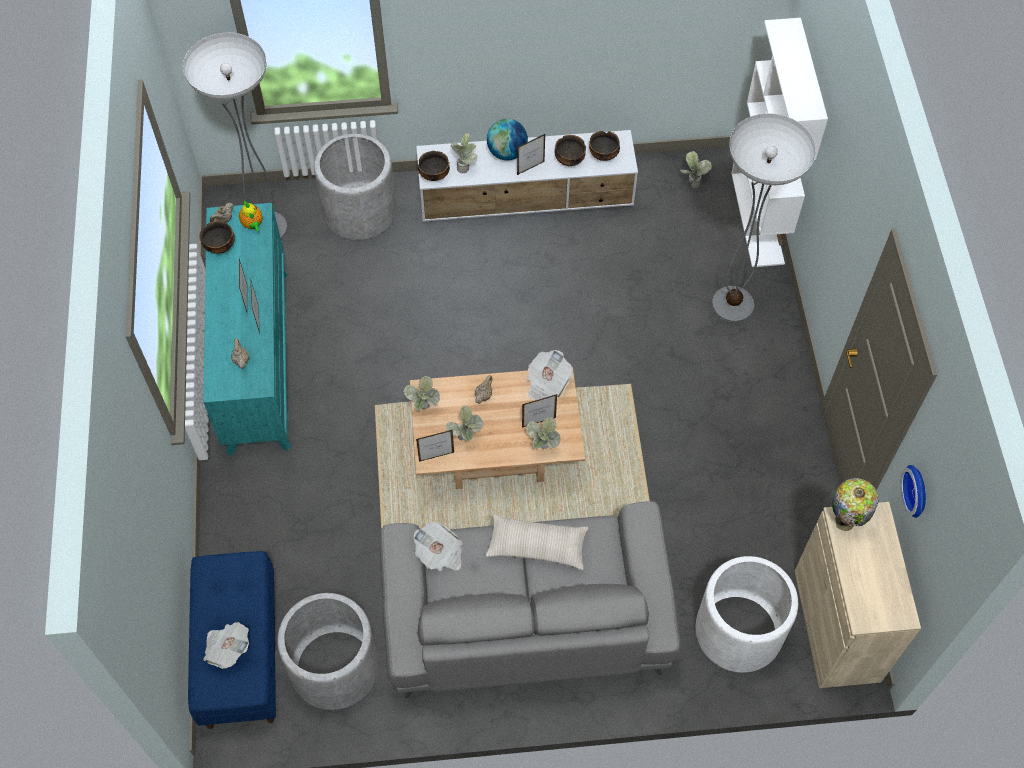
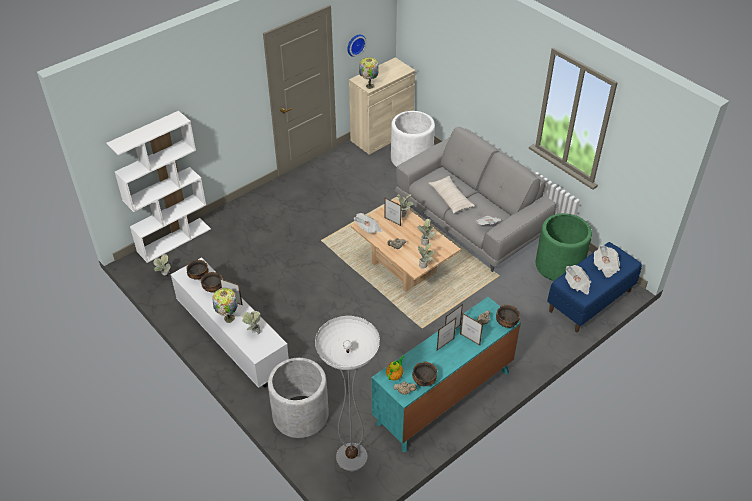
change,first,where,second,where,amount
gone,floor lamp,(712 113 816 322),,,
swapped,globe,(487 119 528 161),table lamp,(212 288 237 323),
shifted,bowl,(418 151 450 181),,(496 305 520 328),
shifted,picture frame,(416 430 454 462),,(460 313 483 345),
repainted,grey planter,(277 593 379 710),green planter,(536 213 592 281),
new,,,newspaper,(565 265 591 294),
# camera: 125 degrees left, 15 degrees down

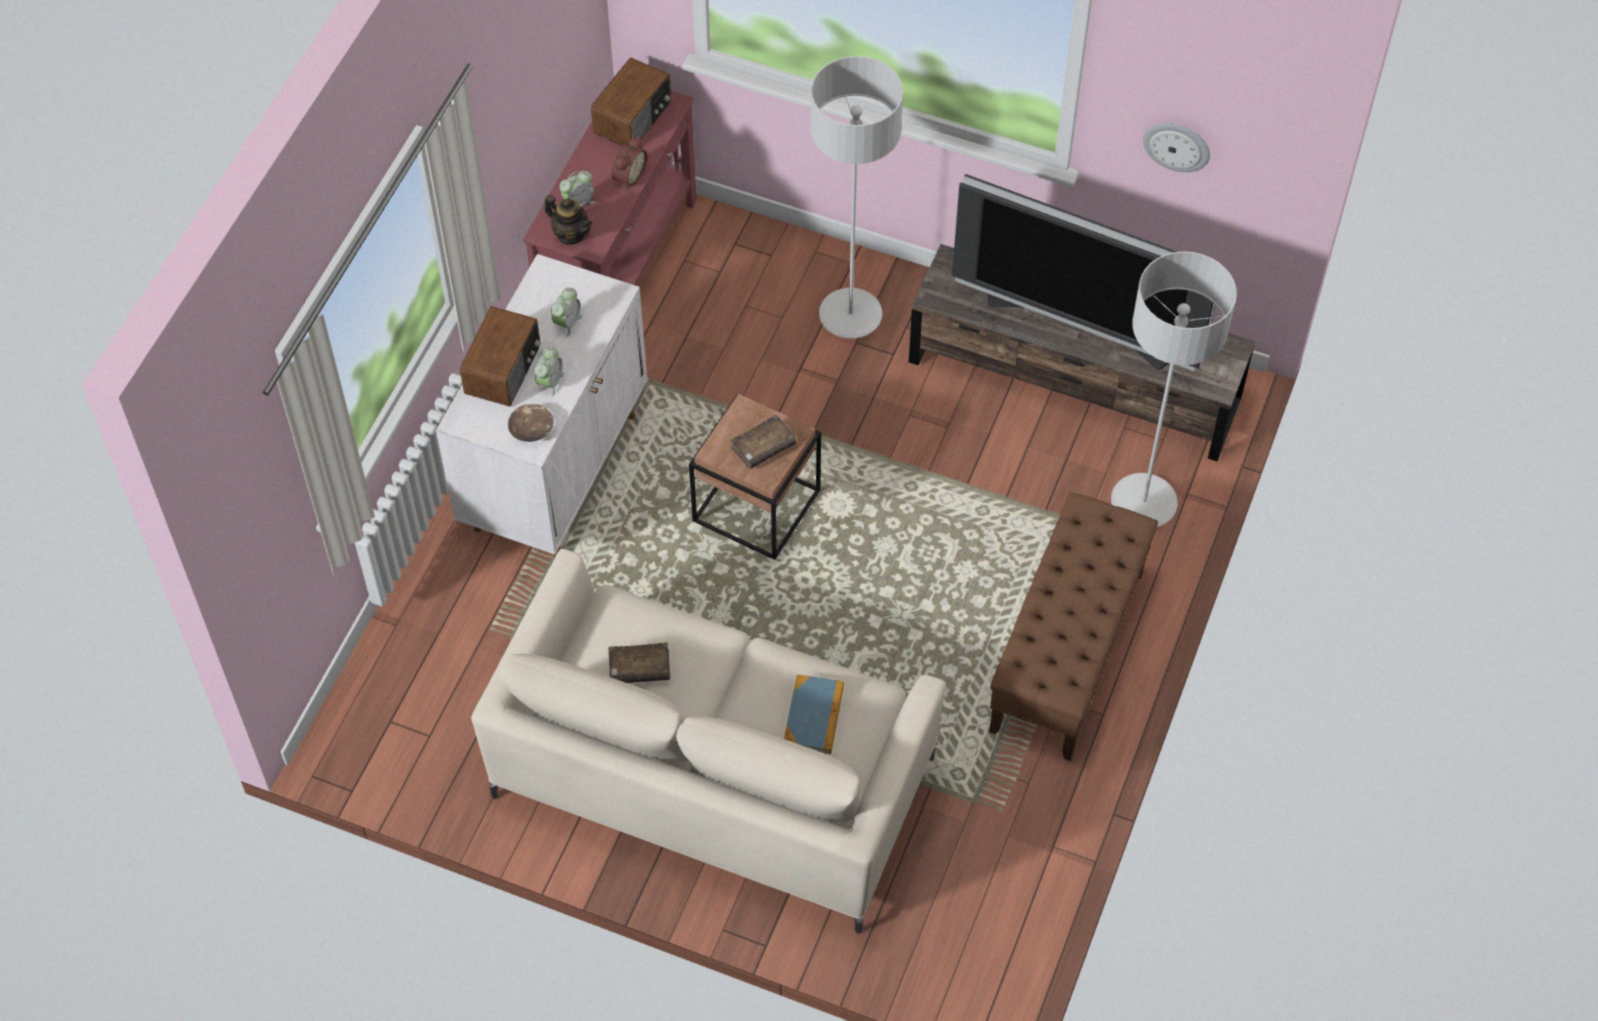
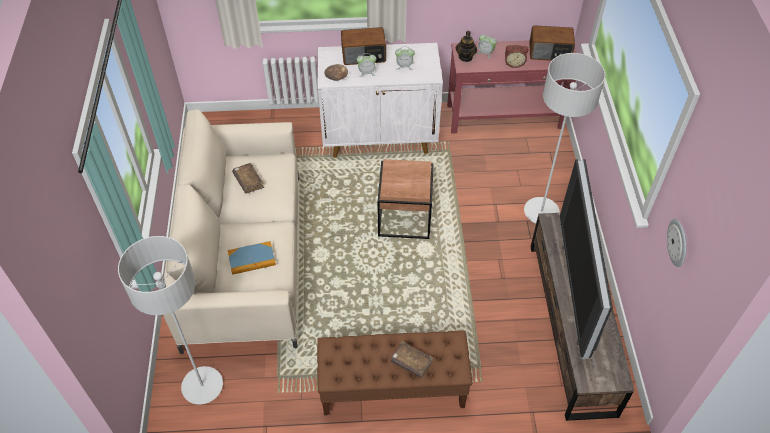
change,first,where,second,where,amount
shifted,grey floor lamp,(1111 251 1237 527),,(118 236 223 405),
shifted,brown book,(730 414 796 469),,(391 341 433 378),
# camera: 65 degrees right, 5 degrees down

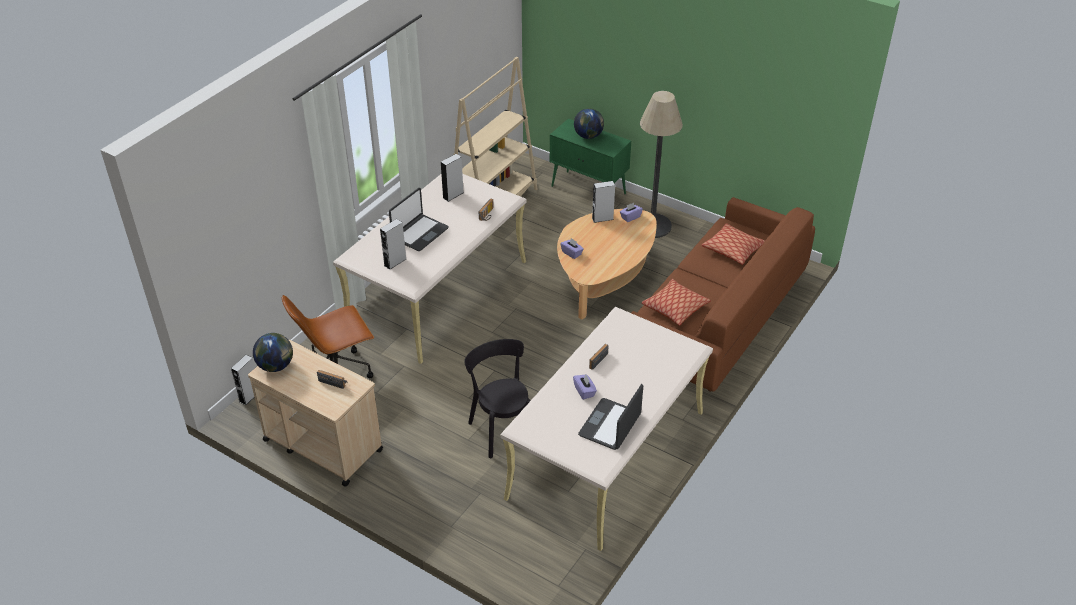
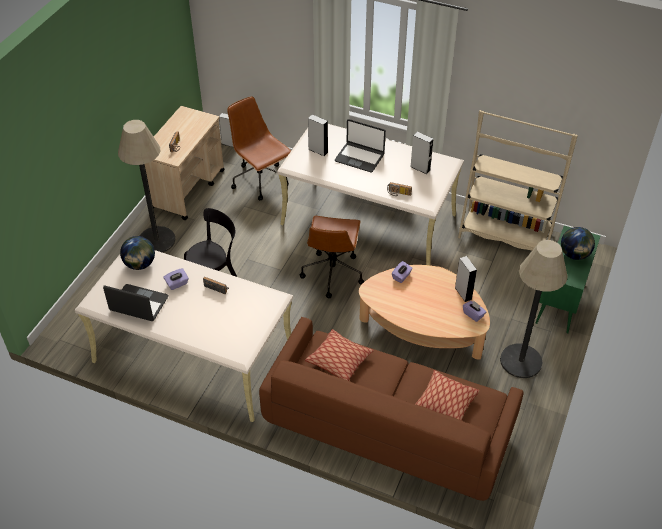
change,first,where,second,where,amount
shifted,globe,(253 333 293 372),,(120 236 155 270),
new,,,floor lamp,(118 120 175 253),
new,,,brown office chair,(300 216 364 298),
# camera: 80 degrees right, 5 degrees up

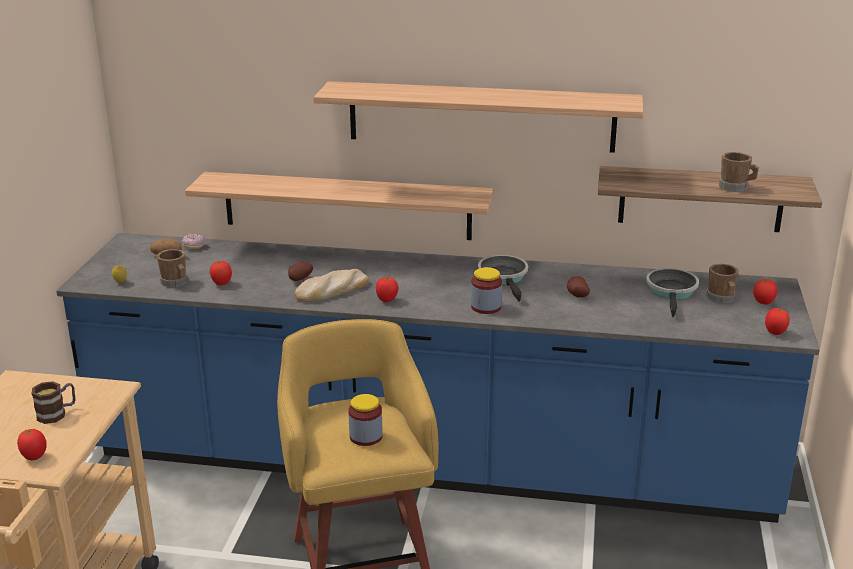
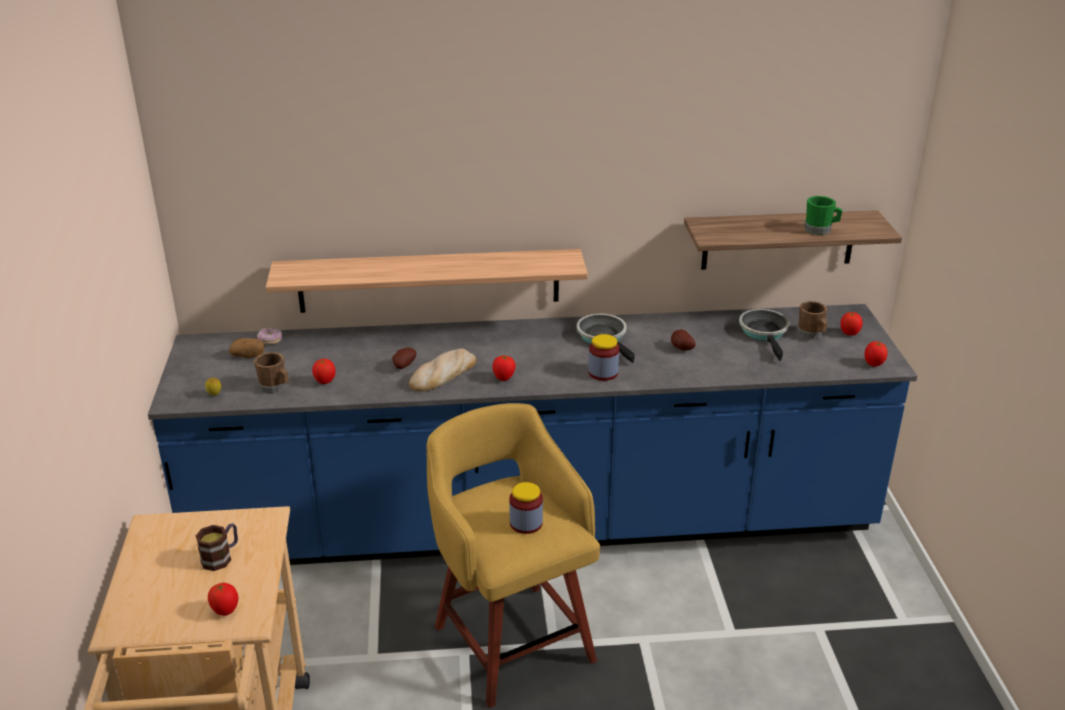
change,first,where,second,where,amount
gone,shelf,(314 81 643 153),,,
repainted,brown mug,(719 152 759 192),green mug,(804 196 842 235),
# camera: 15 degrees left, 5 degrees up

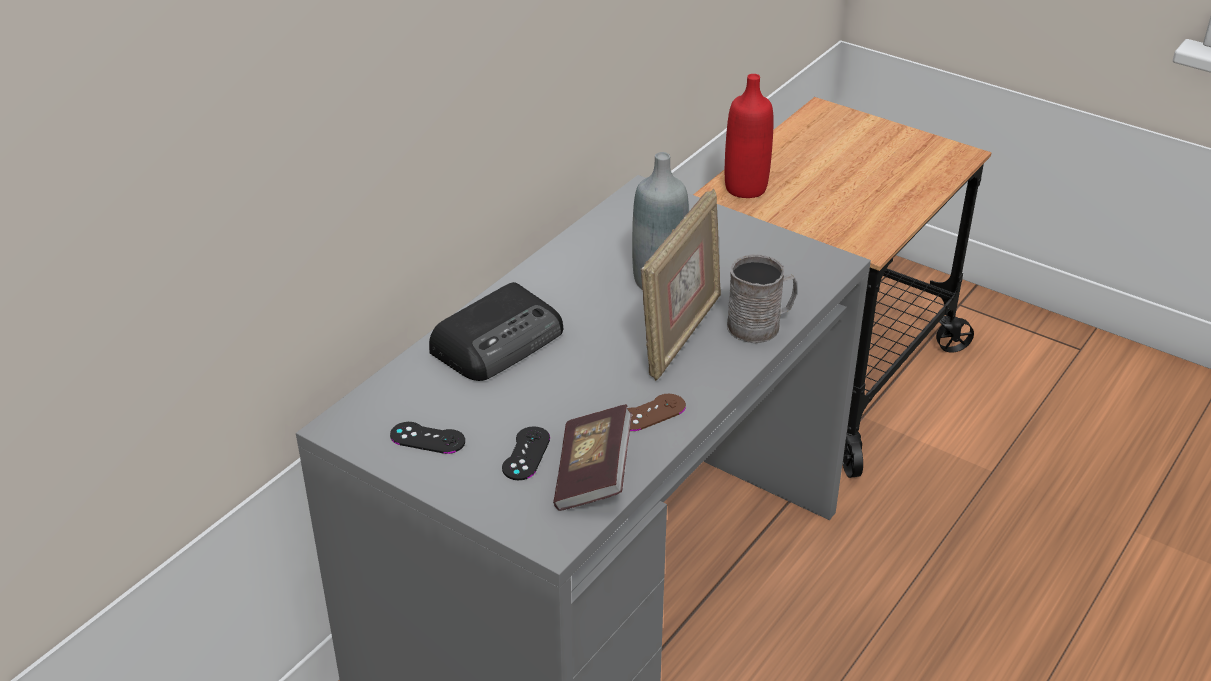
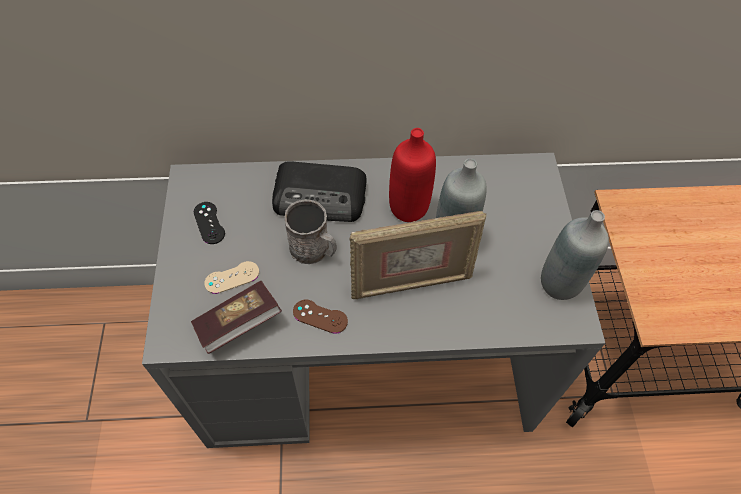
change,first,where,second,where,amount
shifted,red bottle,(725 74 774 198),,(389 128 436 222),
shifted,grey mug,(727 255 797 344),,(285 199 337 264),
repainted,black game controller,(502 426 550 480),beige game controller,(204 261 259 294),
new,,,grey bottle,(541 210 609 300),
# camera: 50 degrees right, 20 degrees up

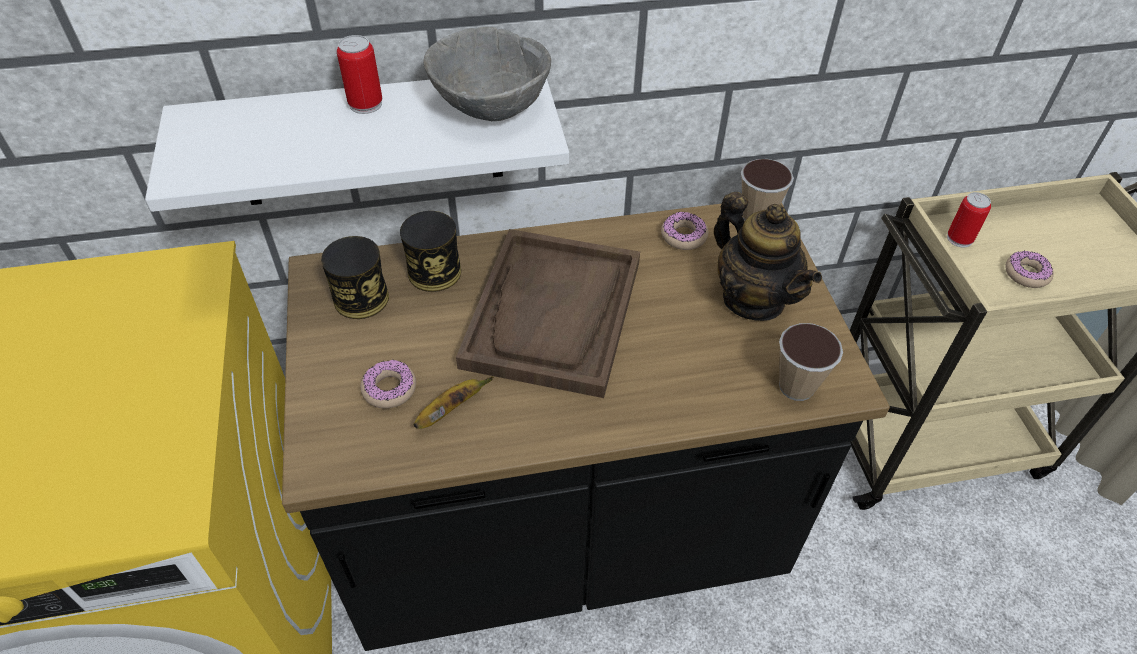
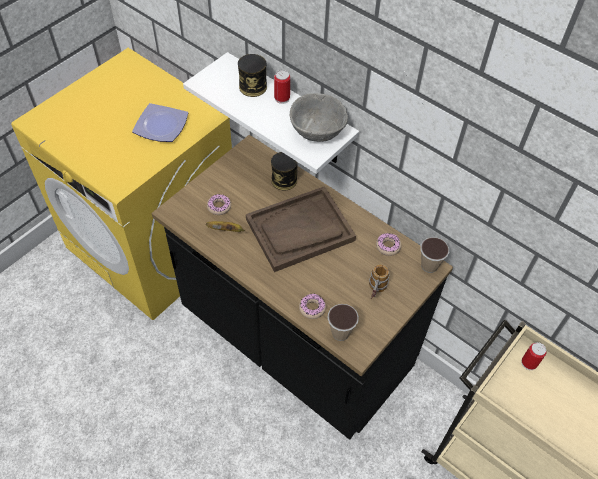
change,first,where,second,where,amount
swapped,teapot,(714 192 822 321),mug,(369 265 390 299),
shifted,can,(321 236 389 319),,(238 54 267 97),
shifted,donut,(1005 251 1054 288),,(299 294 326 319),
new,,,plate,(132 103 188 142),
# camera: 50 degrees right, 5 degrees up

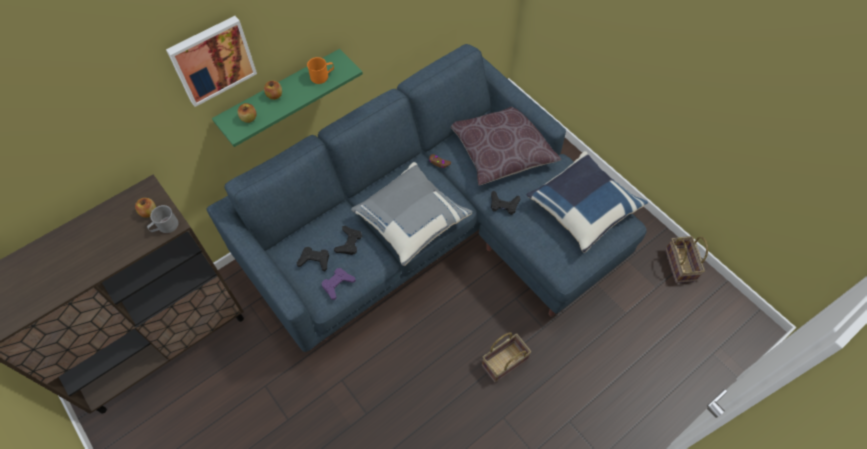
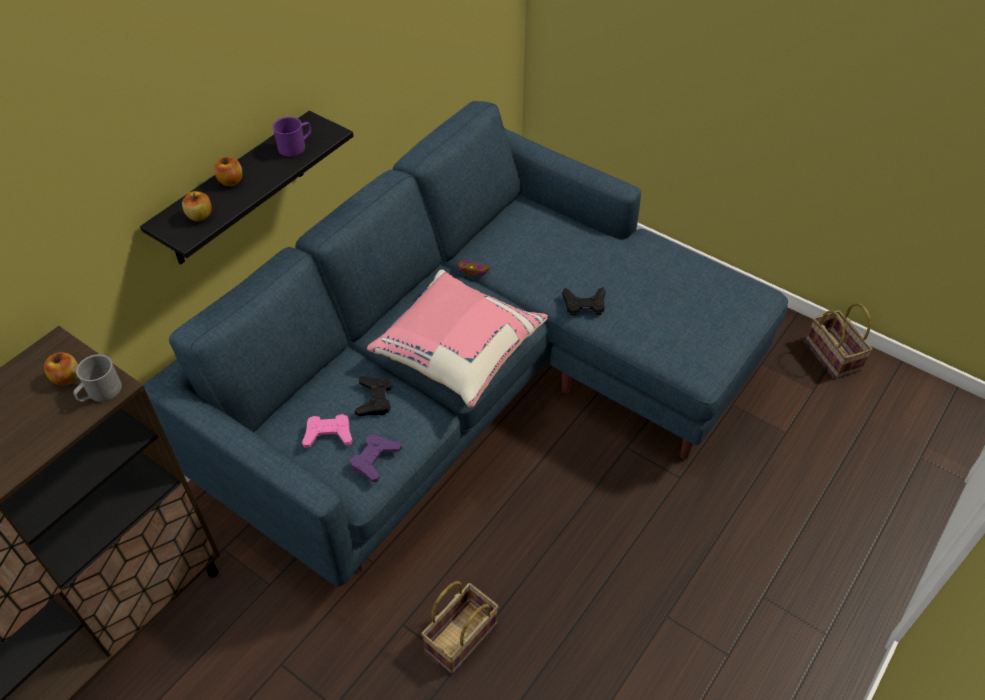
change,first,where,second,where,amount
gone,picture,(166 16 257 107),,,
repainted,green shelf,(212 49 363 147),black shelf,(140 111 354 264),
repainted,orange mug,(307 57 334 84),purple mug,(273 117 312 157),
gone,brown pillow,(451 107 561 186),,,
gone,blue pillow,(527 151 648 253),,,
repainted,grey pillow,(351 162 472 266),pink pillow,(367 270 548 407),
repainted,black game controller,(297 247 329 271),pink game controller,(302 414 353 448),
shifted,basket,(482 332 531 383),,(421 581 499 674),
# camera: 15 degrees left, 10 degrees down

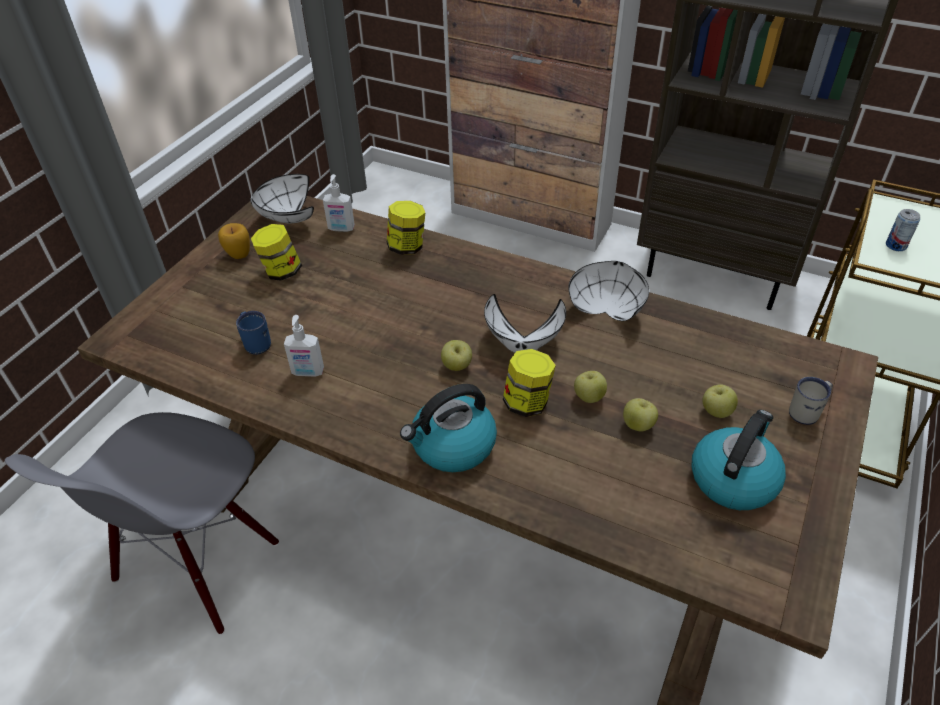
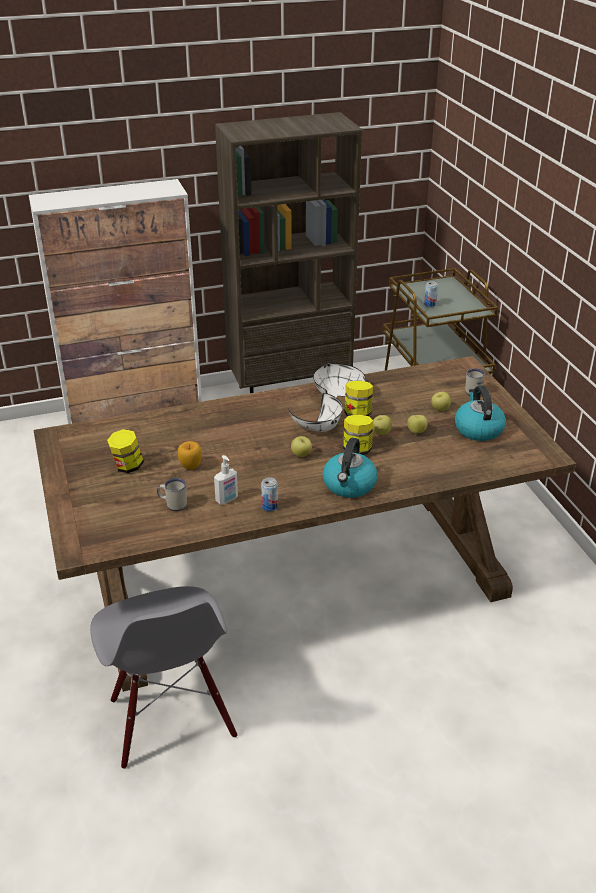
change,first,where,second,where,amount
gone,white bowl,(250 174 314 223),,,
gone,soap dispenser,(323 174 355 232),,,
shifted,jar,(387 201 425 255),,(344 380 373 417),
shifted,apple,(218 223 250 259),,(178 441 202 469),
repainted,blue mug,(236 311 271 355),white mug,(157 478 187 511),
new,,,can,(261 477 278 511),
# camera: 45 degrees left, 10 degrees down

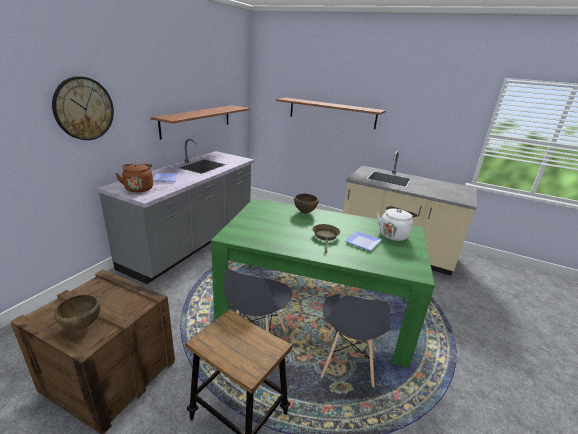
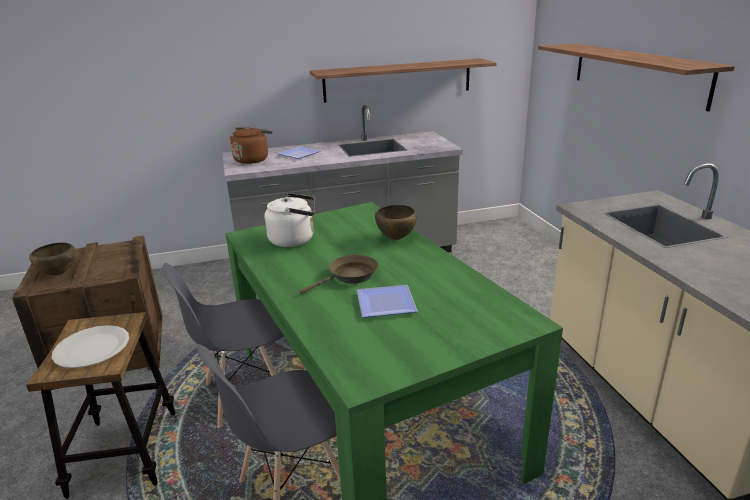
change,first,where,second,where,amount
gone,wall clock,(52 76 114 140),,,
shifted,white kettle,(377 206 418 241),,(264 193 315 247),
new,,,white plate,(52 325 129 368),
# camera: 50 degrees right, 0 degrees up

